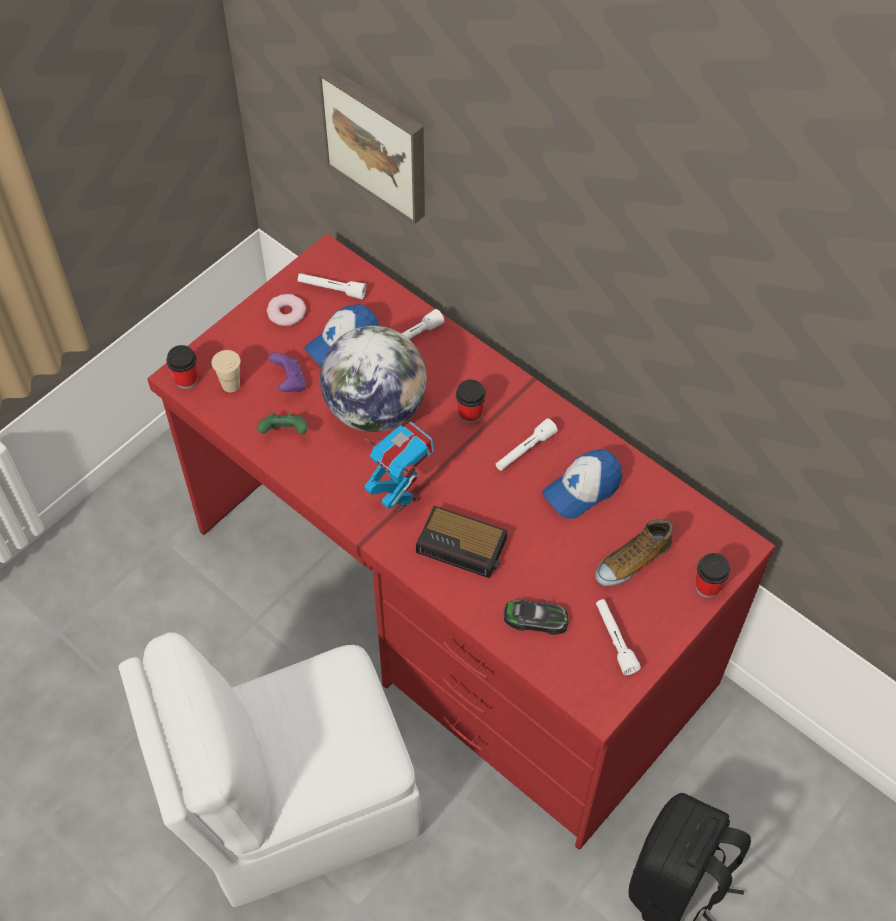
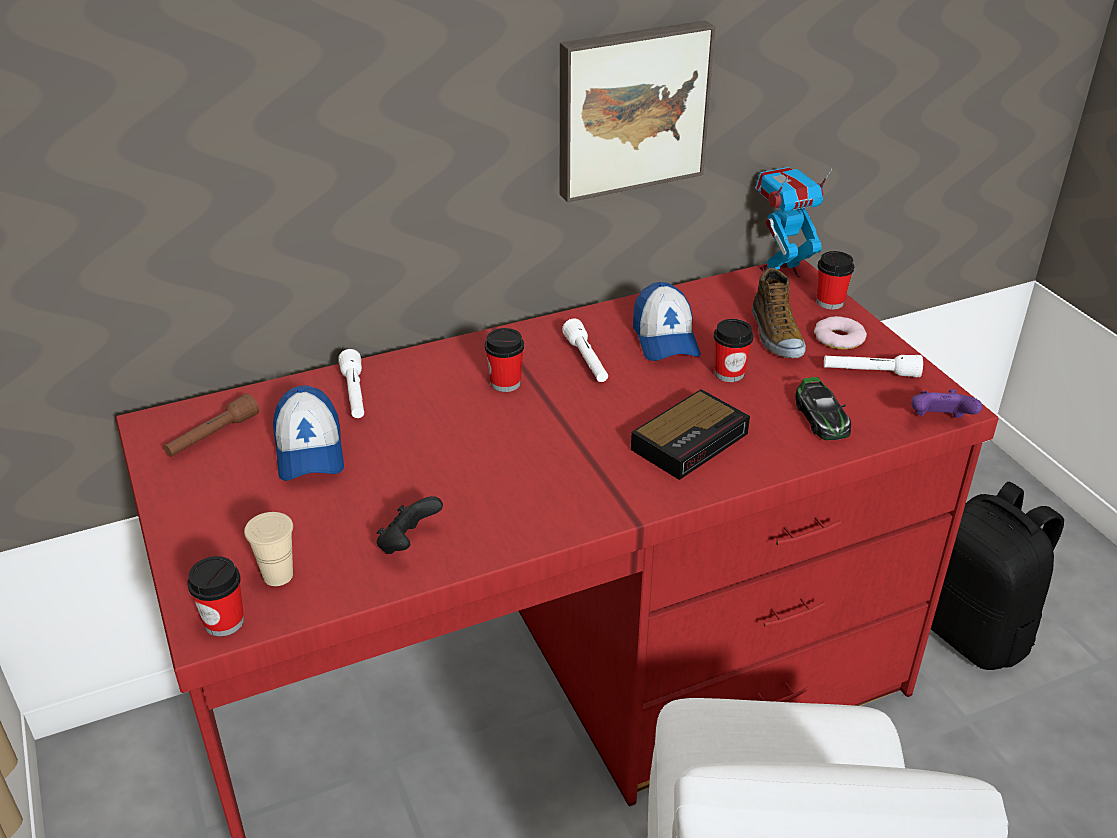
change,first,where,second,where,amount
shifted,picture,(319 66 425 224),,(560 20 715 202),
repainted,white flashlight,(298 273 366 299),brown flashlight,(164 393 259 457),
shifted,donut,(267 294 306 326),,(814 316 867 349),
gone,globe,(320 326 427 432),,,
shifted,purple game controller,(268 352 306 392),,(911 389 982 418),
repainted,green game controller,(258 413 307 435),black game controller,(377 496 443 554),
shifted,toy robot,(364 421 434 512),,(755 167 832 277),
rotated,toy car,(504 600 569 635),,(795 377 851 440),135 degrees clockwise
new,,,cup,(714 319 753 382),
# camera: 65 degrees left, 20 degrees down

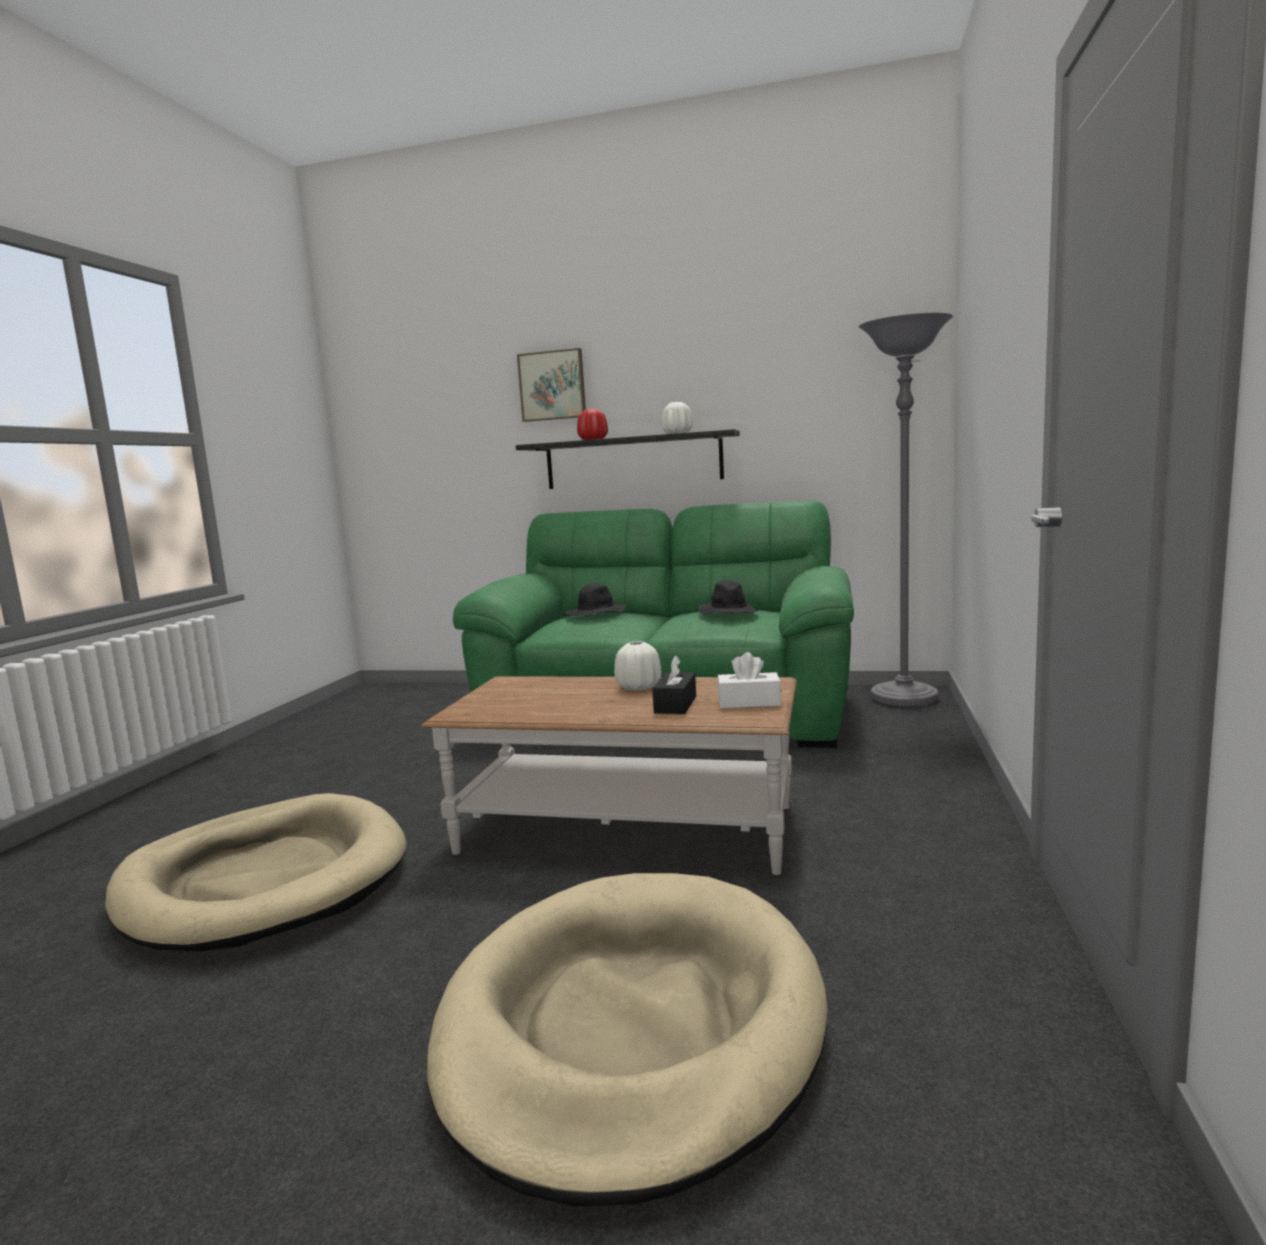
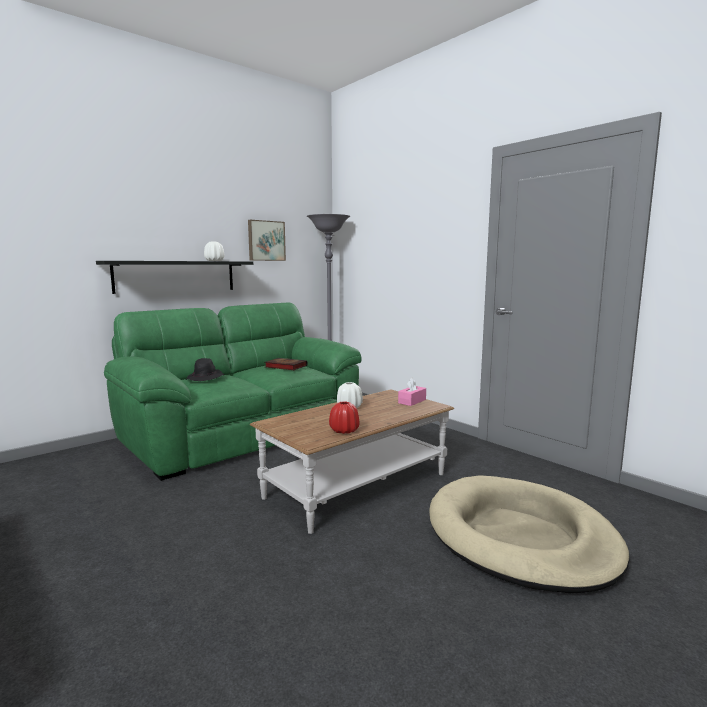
change,first,where,second,where,amount
shifted,picture,(517 348 586 422),,(248 220 286 261),
shifted,red vase,(577 409 608 440),,(329 401 359 434),
swapped,black hat,(697 580 759 615),book,(264 358 308 370),
repainted,white tissue box,(718 652 781 708),pink tissue box,(398 378 426 406),
gone,black tissue box,(652 655 696 714),,,
gone,beige dog bed,(105 793 406 951),,,
# camera: 55 degrees left, 0 degrees up

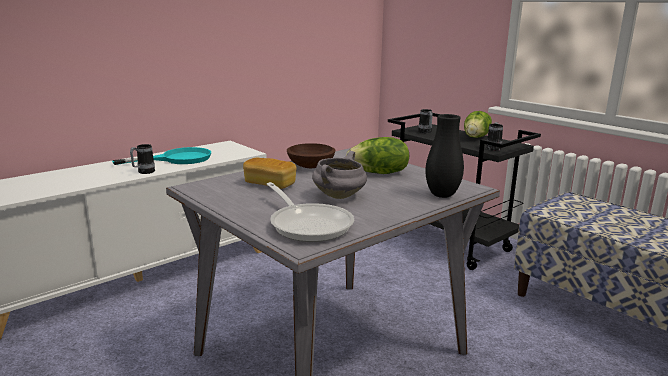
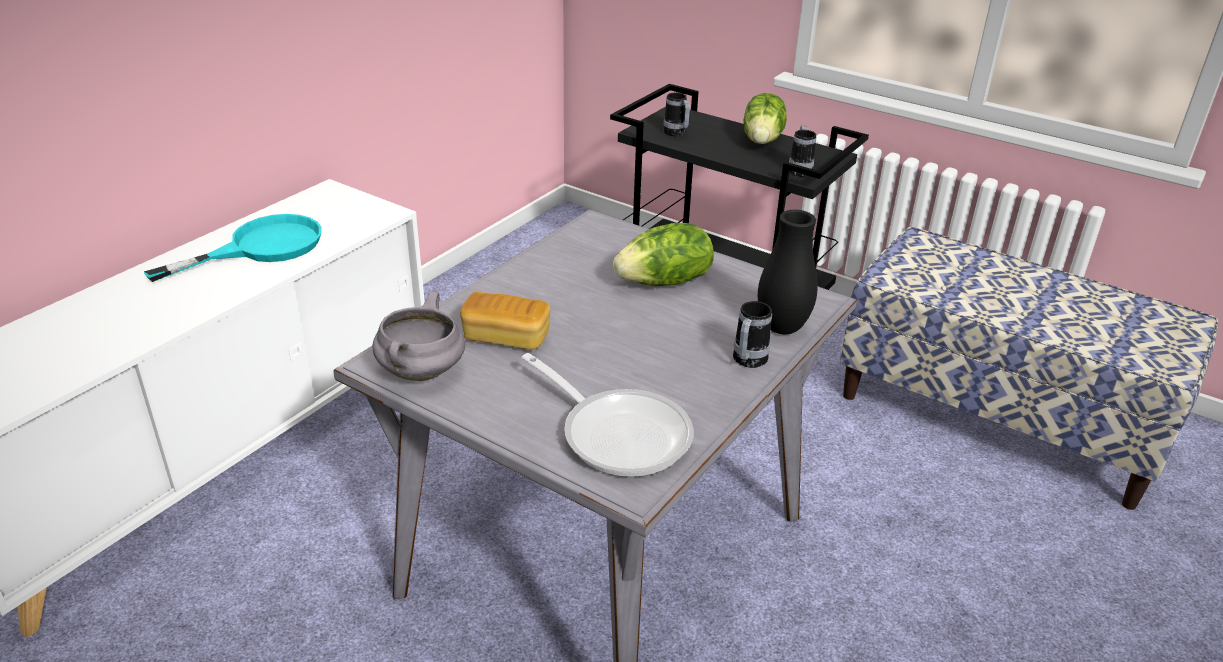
change,first,where,second,where,amount
gone,brown bowl,(287 143 336 168),,,
shifted,mug,(130 144 155 174),,(733 301 772 368),
shifted,grey cooking pot,(312 151 367 199),,(372 291 465 381),
# camera: 15 degrees left, 15 degrees up

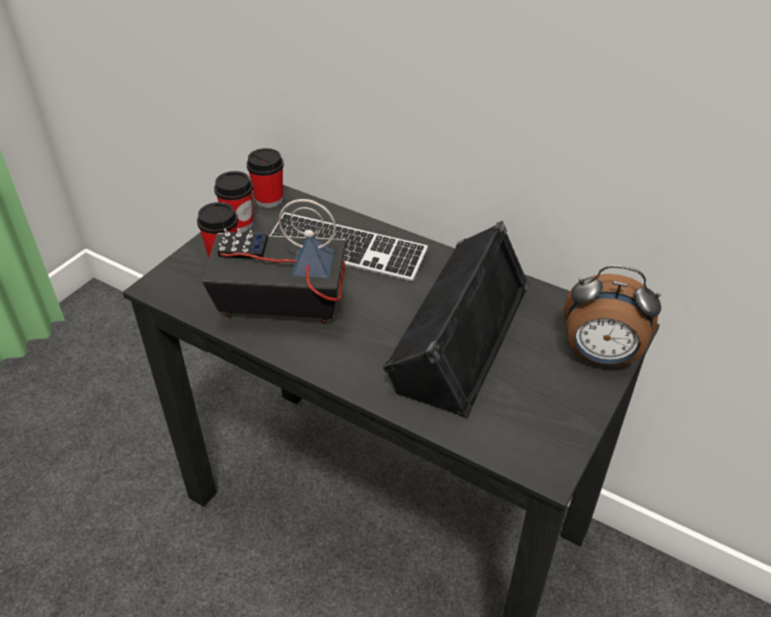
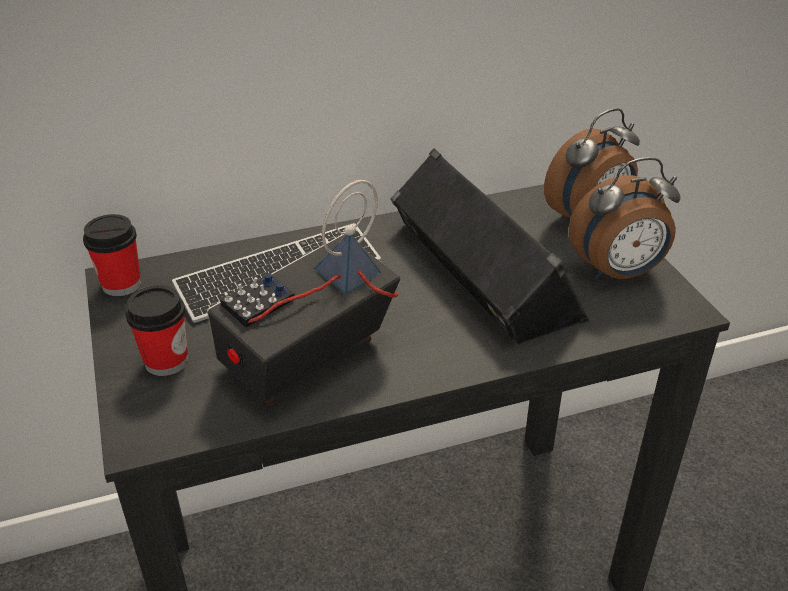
change,first,where,second,where,amount
gone,cup,(214 171 253 233),,,
new,,,alarm clock,(569 157 681 280),
# camera: 50 degrees left, 5 degrees down

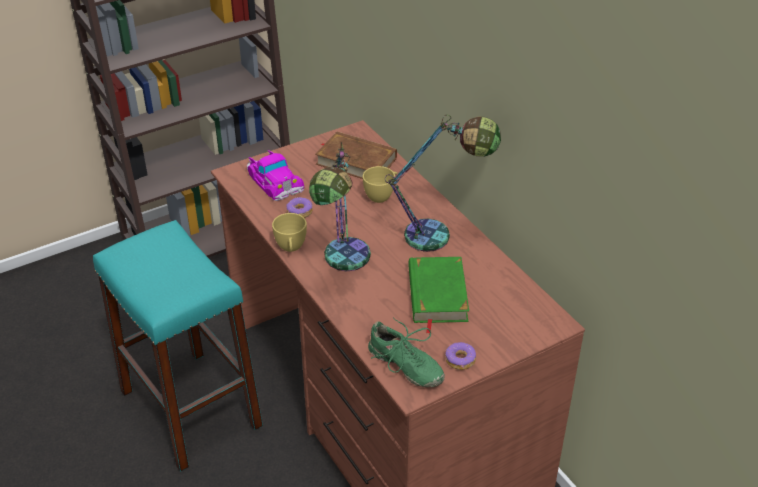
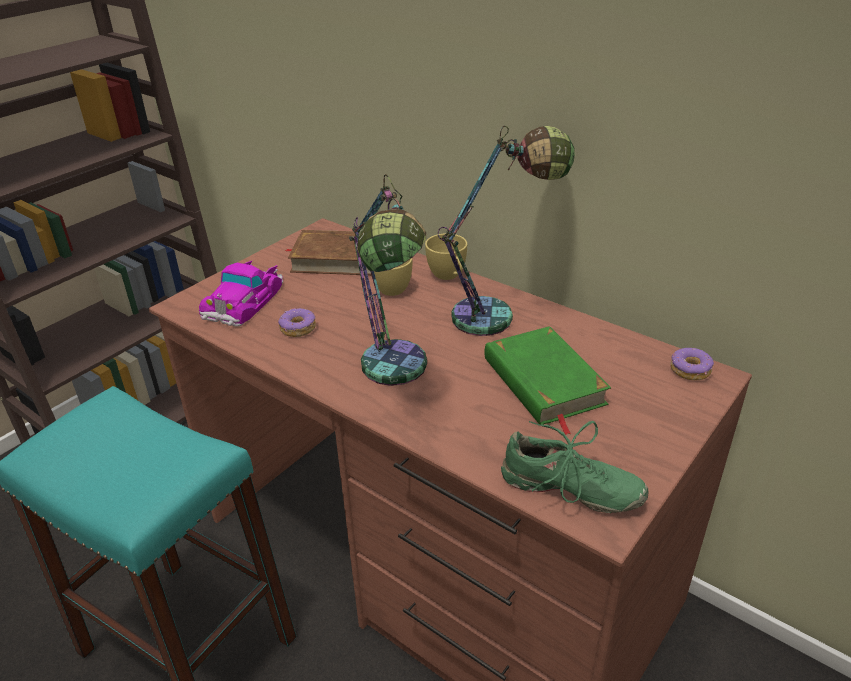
change,first,where,second,where,amount
rotated,toy car,(247 150 304 201),,(199 261 283 327),75 degrees clockwise
shifted,yellow cup,(272 213 307 252),,(425 233 467 280),
shifted,donut,(445 342 476 370),,(671 348 714 380),
# camera: 20 degrees left, 5 degrees down

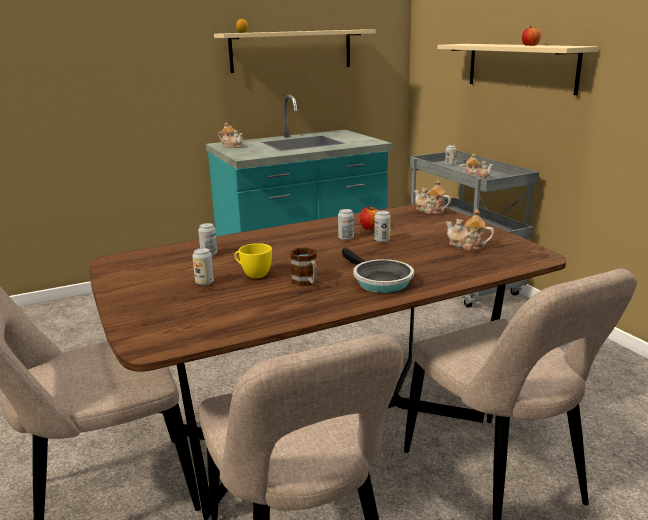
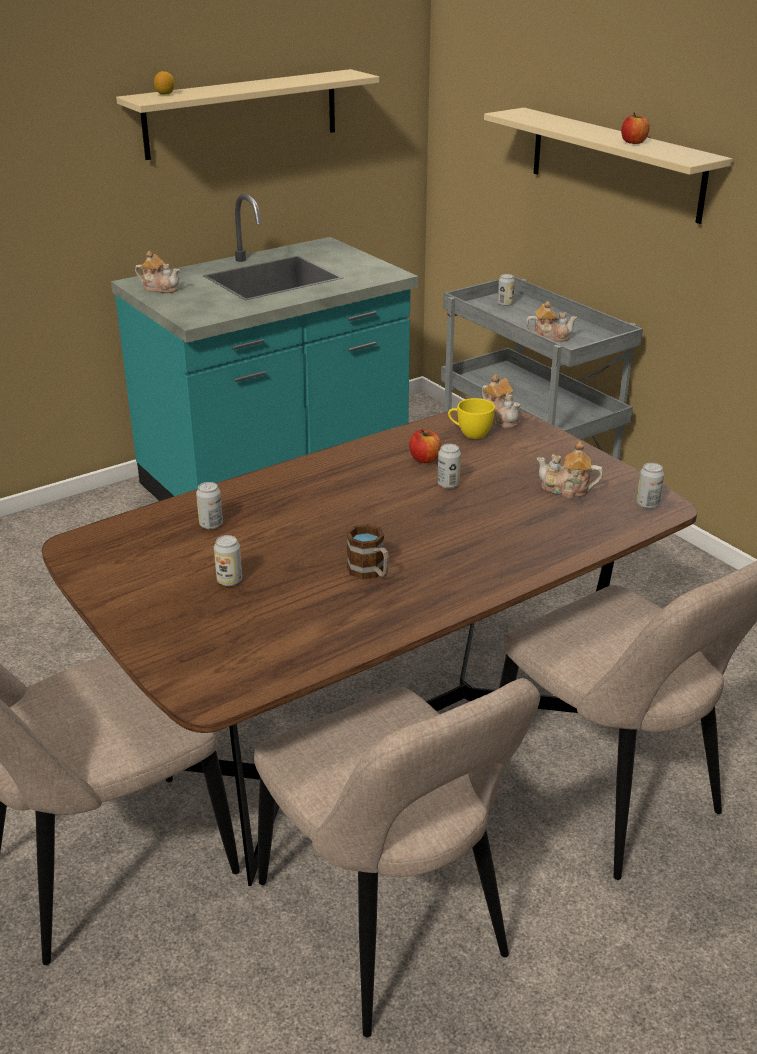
change,first,where,second,where,amount
rotated,teapot,(414 180 451 214),,(482 374 521 428),150 degrees counterclockwise
shifted,can,(338 209 354 240),,(636 463 664 509),
shifted,yellow cup,(234 243 272 278),,(448 398 495 439),
gone,frying pan,(342 248 414 293),,,
# camera: 10 degrees left, 10 degrees up

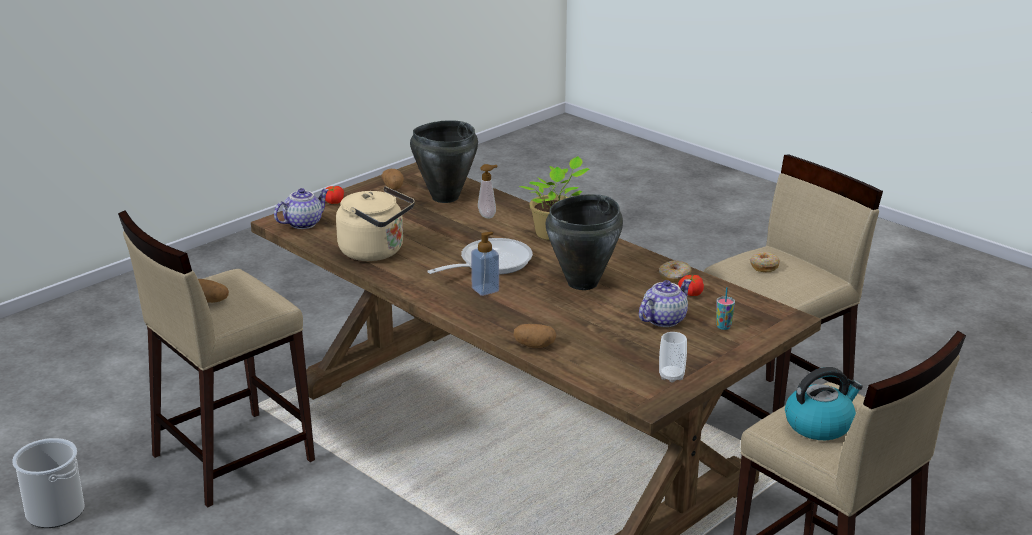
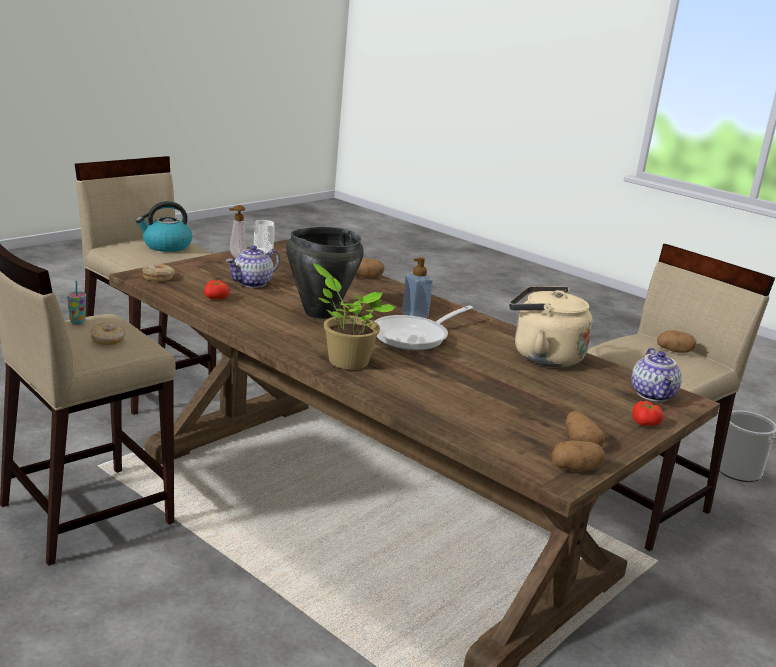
change,first,where,second,where,amount
gone,black cooking pot,(410 120 478 203),,,
shifted,soap dispenser,(478 164 498 219),,(228 205 247 258),
rotated,teapot,(274 188 329 229),,(631 348 682 402),45 degrees counterclockwise
shifted,donut,(659 261 692 282),,(142 264 175 281),
shifted,cup,(716 287 735 330),,(67 281 86 324),
new,,,potato,(551 440 605 472),
# camera: 175 degrees right, 5 degrees down

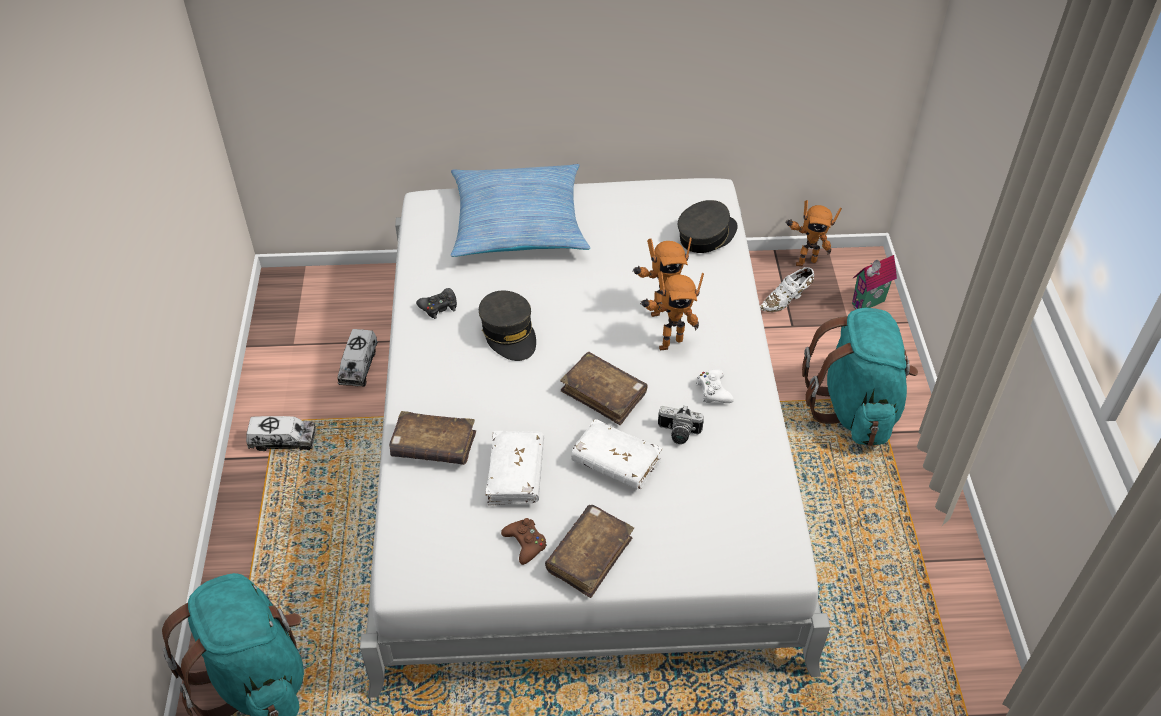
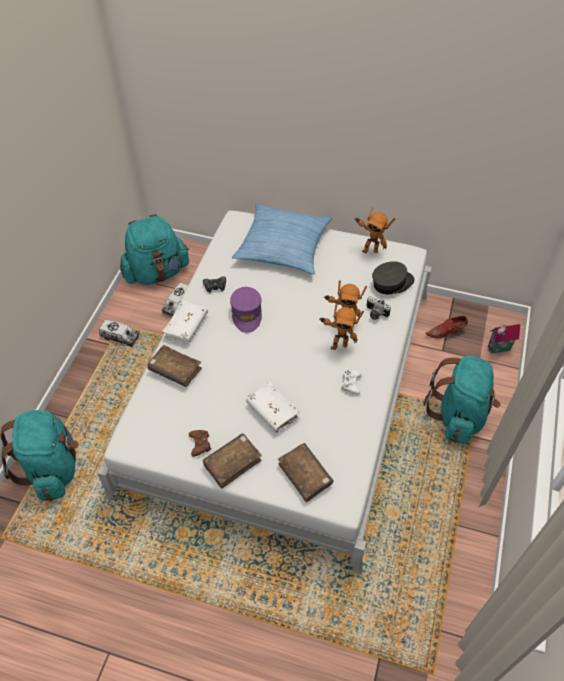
change,first,where,second,where,amount
shifted,toy robot,(785 200 842 266),,(355 207 395 253),
repainted,white shoe,(760 267 814 312),red shoe,(425 316 468 339),
repainted,grey cap,(479 291 536 361),purple cap,(230 287 262 333),
shifted,brown book,(560 352 648 425),,(278 443 333 502),
shifted,photo camera,(658 406 704 444),,(366 296 391 320),
shifted,white book,(485 431 544 505),,(162 300 208 344),
new,,,turquoise backpack,(120 214 189 285),
# camera: 20 degrees right, 5 degrees up

